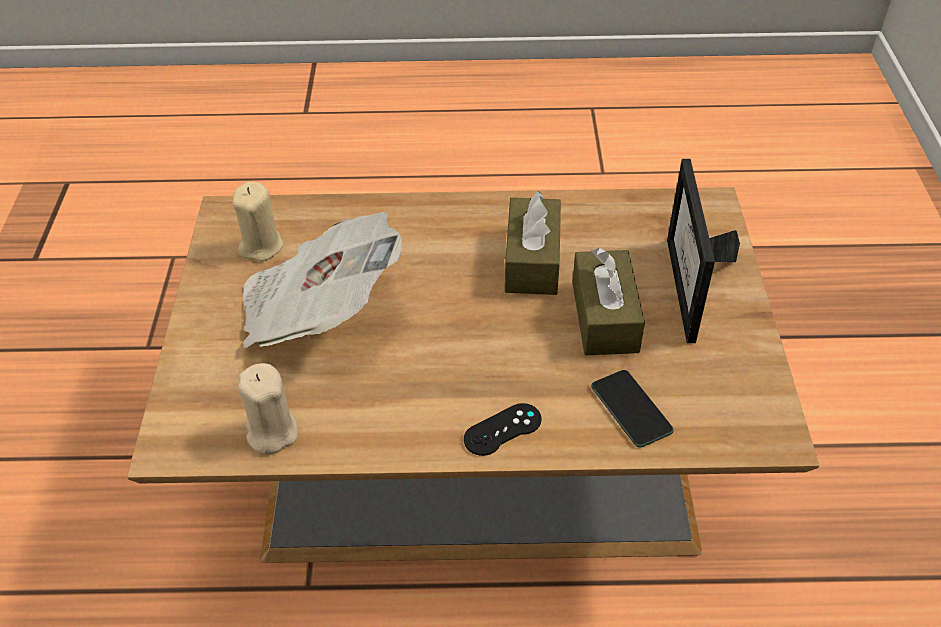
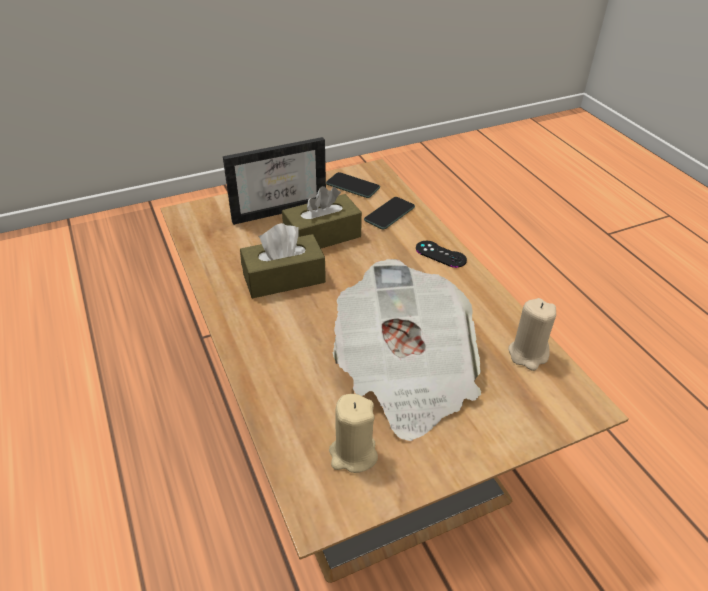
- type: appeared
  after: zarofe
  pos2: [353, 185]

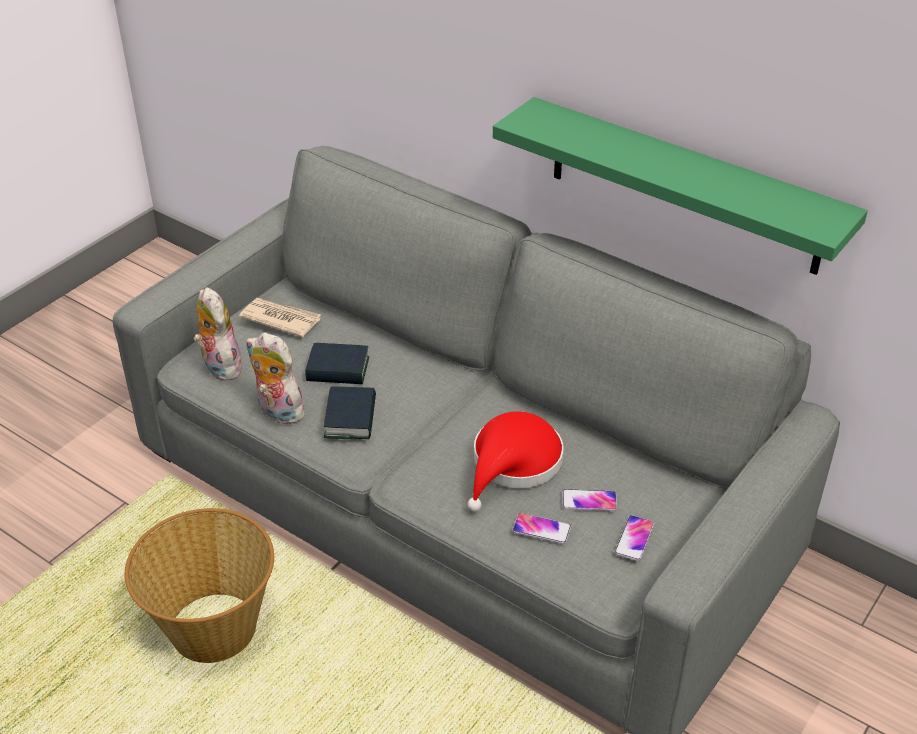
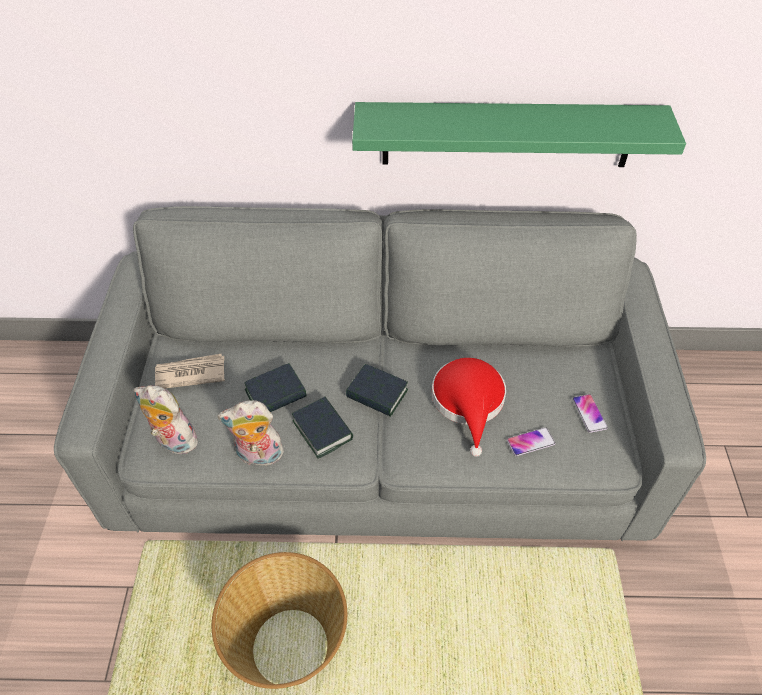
- type: missing
  before: zarofe
  pos1: [589, 500]
- type: appeared
  after: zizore
  pos2: [377, 390]

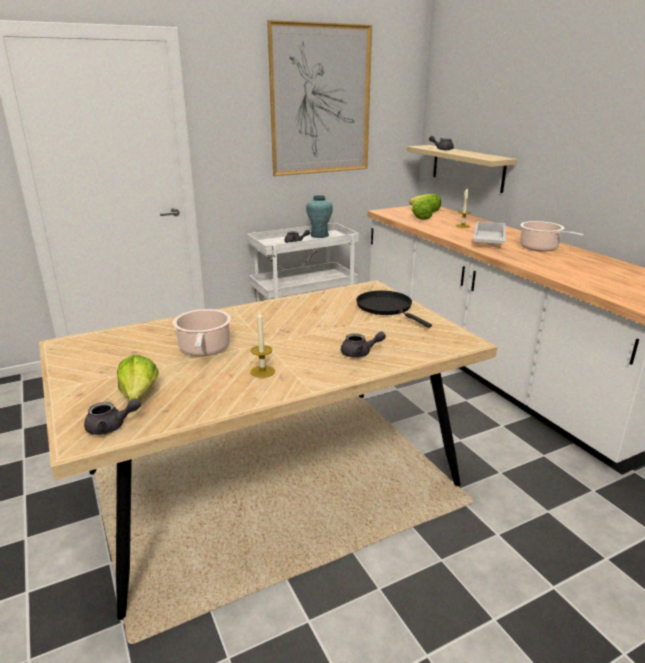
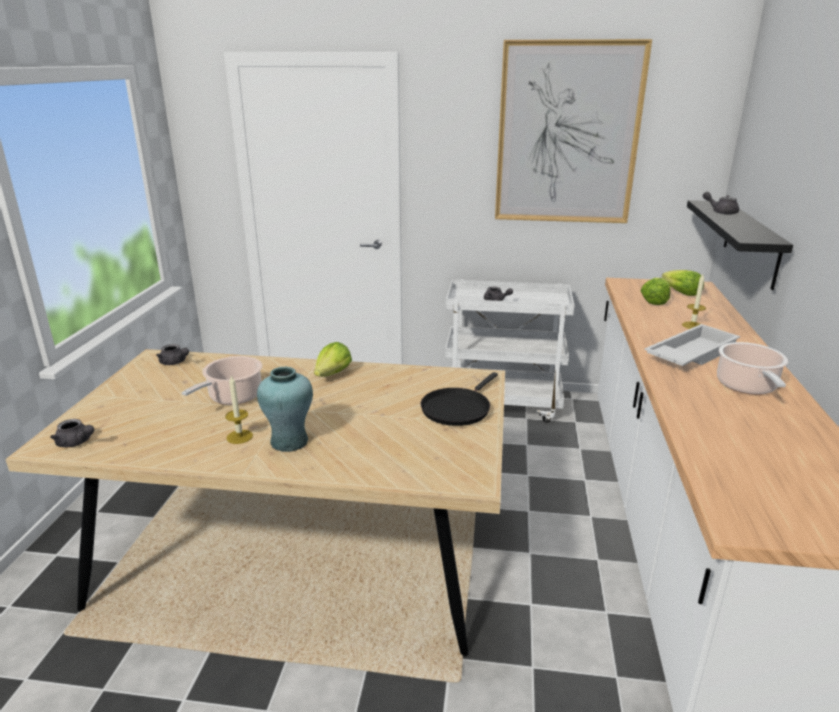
- type: relocated
  before: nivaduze
  pos1: [138, 378]
  pos2: [333, 359]
- type: relocated
  before: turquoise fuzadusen
  pos1: [319, 216]
  pos2: [285, 409]
- type: relocated
  before: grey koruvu
  pos1: [363, 345]
  pos2: [172, 354]
- type: colour
  before: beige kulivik
  after: black kulivik
  pos1: [462, 169]
  pos2: [740, 245]
- type: spun
  before: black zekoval
  pos1: [394, 309]
  pos2: [459, 399]
  turn: -150

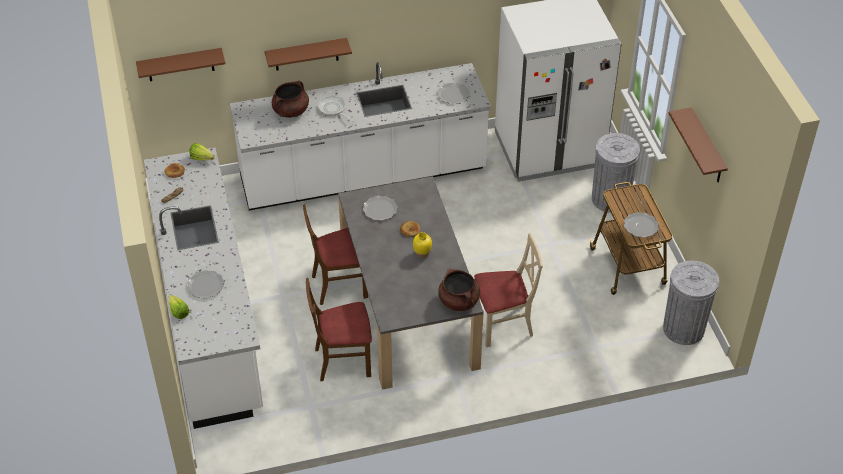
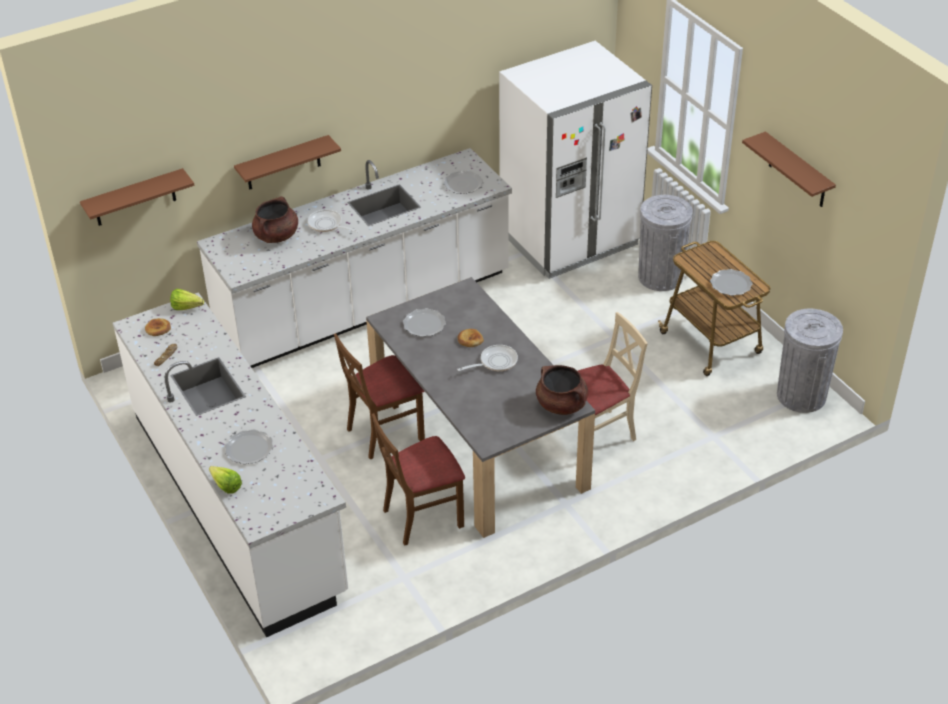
- type: exchanged
  before: yellow fuzadusen
  after: zekoval
  pos1: [422, 245]
  pos2: [487, 358]

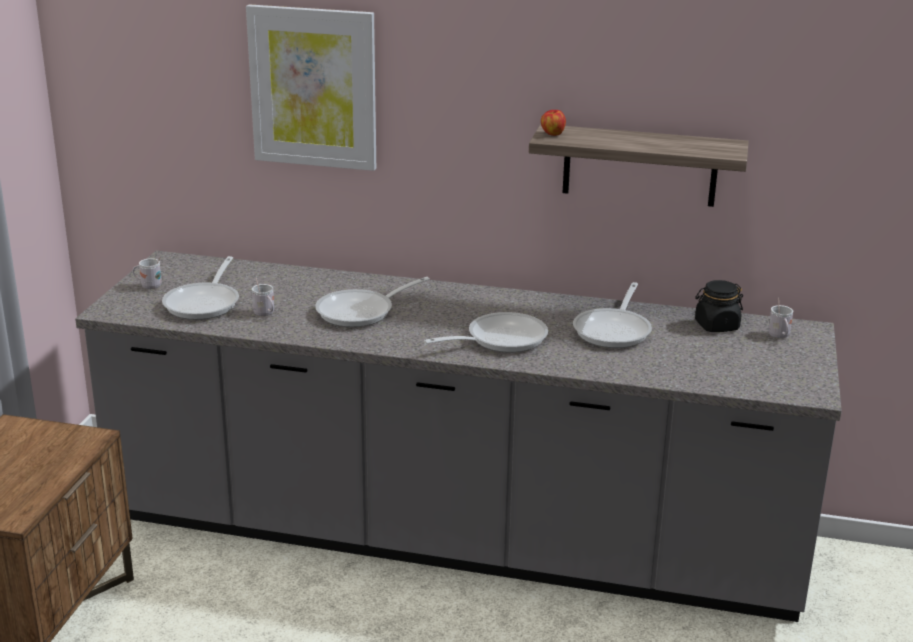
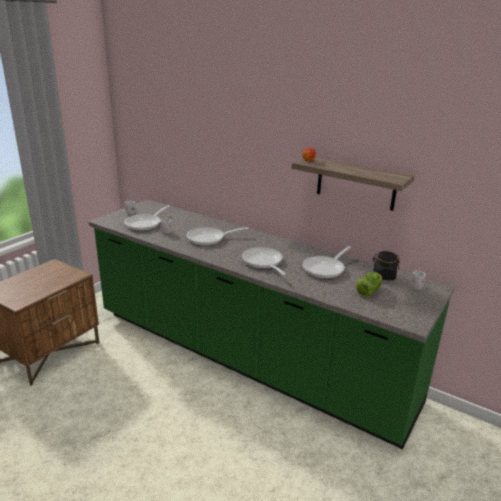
- type: missing
  before: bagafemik
  pos1: [311, 87]
- type: appeared
  after: nivaduze
  pos2: [369, 284]
- type: colour
  before: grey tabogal
  after: green tabogal
  pos1: [458, 436]
  pos2: [272, 324]
- type: spun
  before: zekoval
  pos1: [486, 332]
  pos2: [264, 261]
  turn: -105

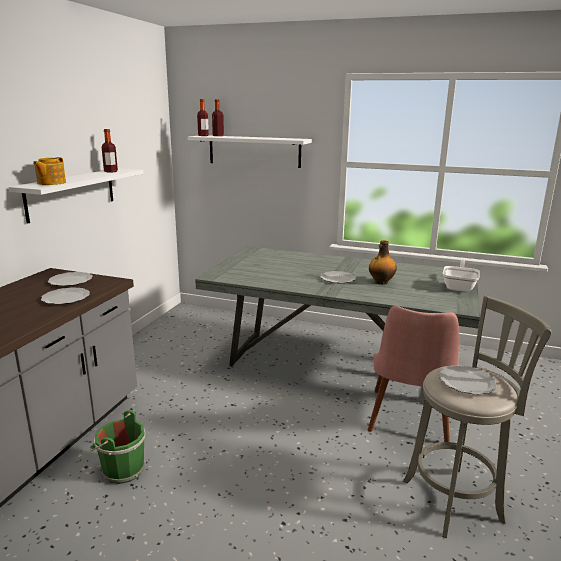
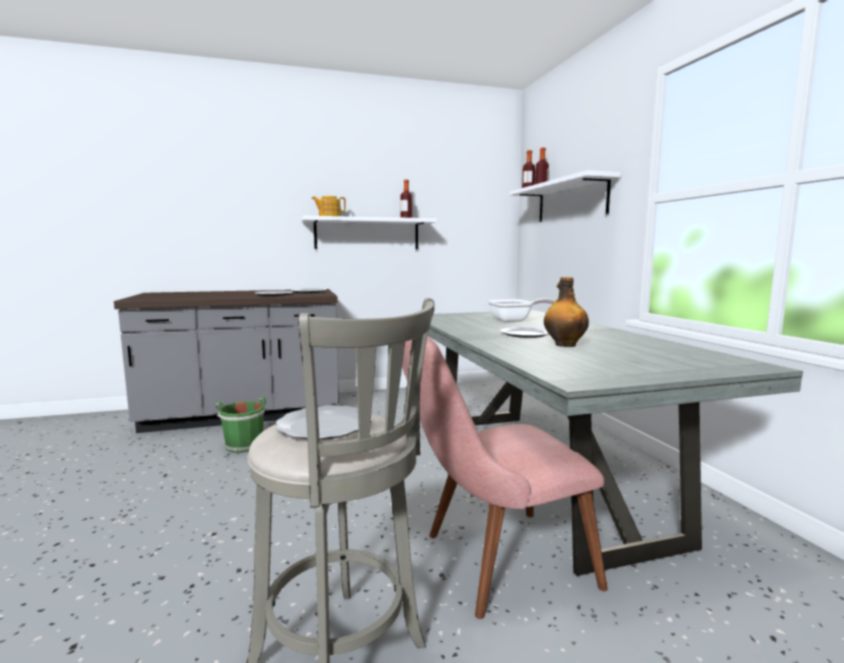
- type: relocated
  before: zekoval
  pos1: [461, 276]
  pos2: [520, 310]

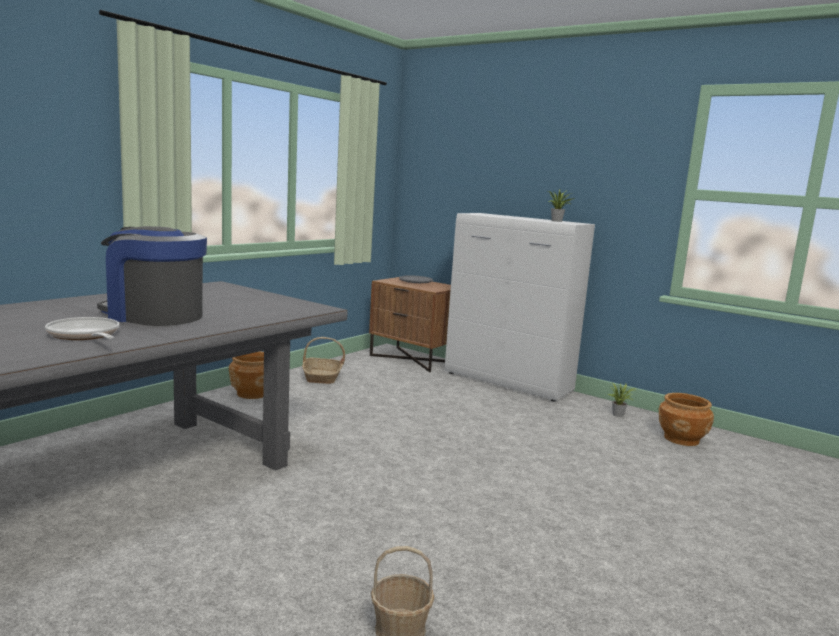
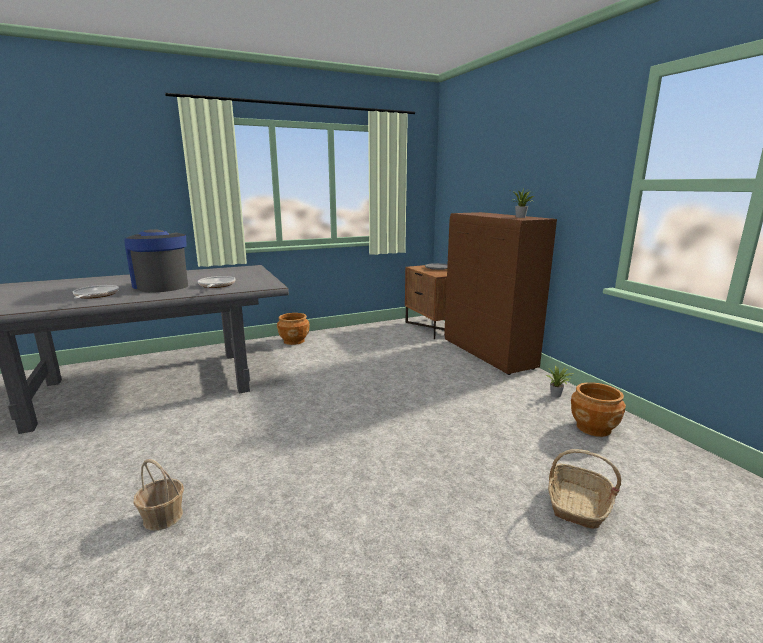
- type: appeared
  after: zekoval
  pos2: [217, 282]
- type: relocated
  before: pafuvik
  pos1: [323, 360]
  pos2: [584, 489]
- type: colour
  before: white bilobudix
  after: brown bilobudix
  pos1: [520, 307]
  pos2: [500, 293]

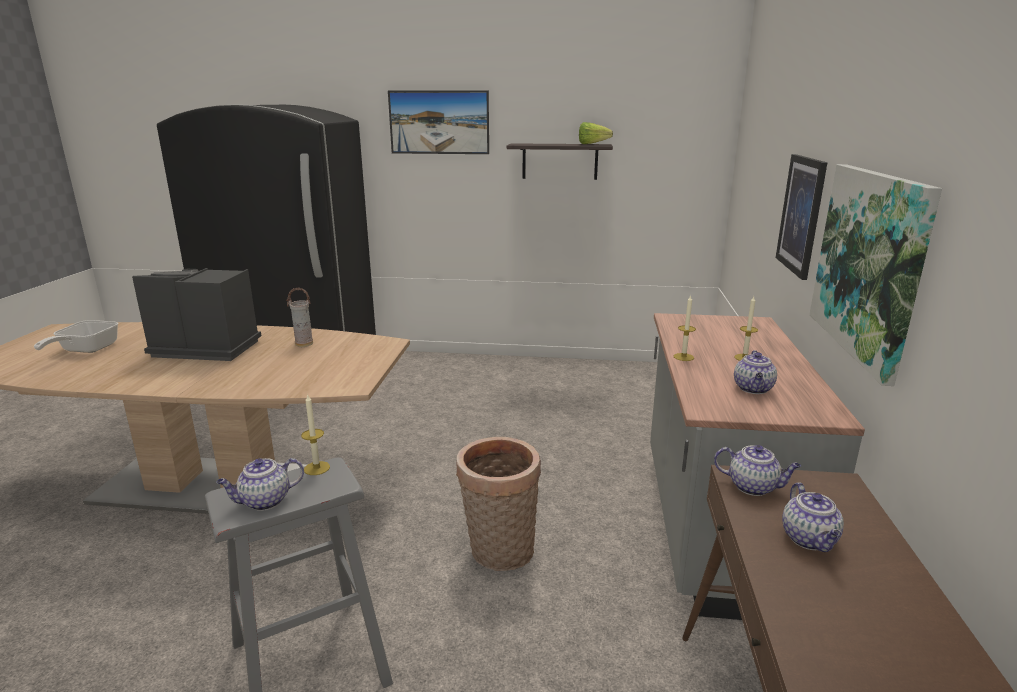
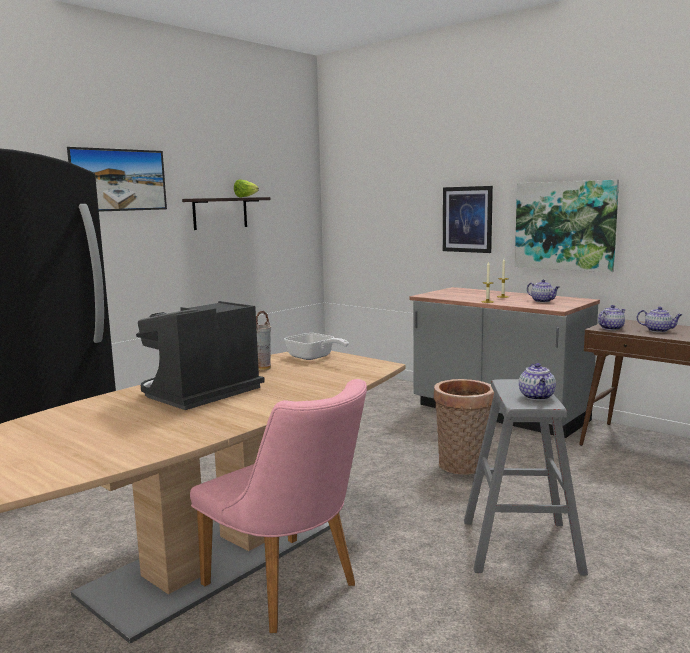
- type: missing
  before: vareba
  pos1: [315, 434]
- type: appeared
  after: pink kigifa
  pos2: [278, 506]
- type: relocated
  before: zekoval
  pos1: [76, 336]
  pos2: [316, 346]

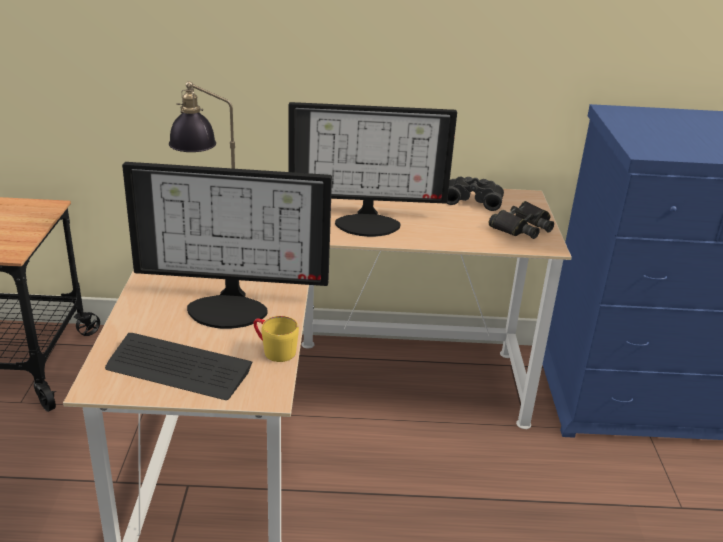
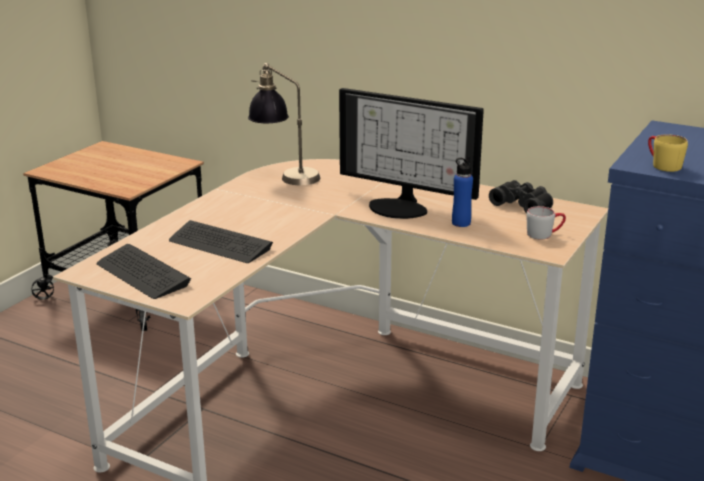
- type: appeared
  after: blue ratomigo
  pos2: [462, 191]
- type: relocated
  before: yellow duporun
  pos1: [276, 339]
  pos2: [668, 153]
- type: exchanged
  before: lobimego
  after: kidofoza
  pos1: [227, 245]
  pos2: [221, 241]
- type: exchanged
  before: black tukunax
  after: grey duporun
  pos1: [521, 220]
  pos2: [546, 222]

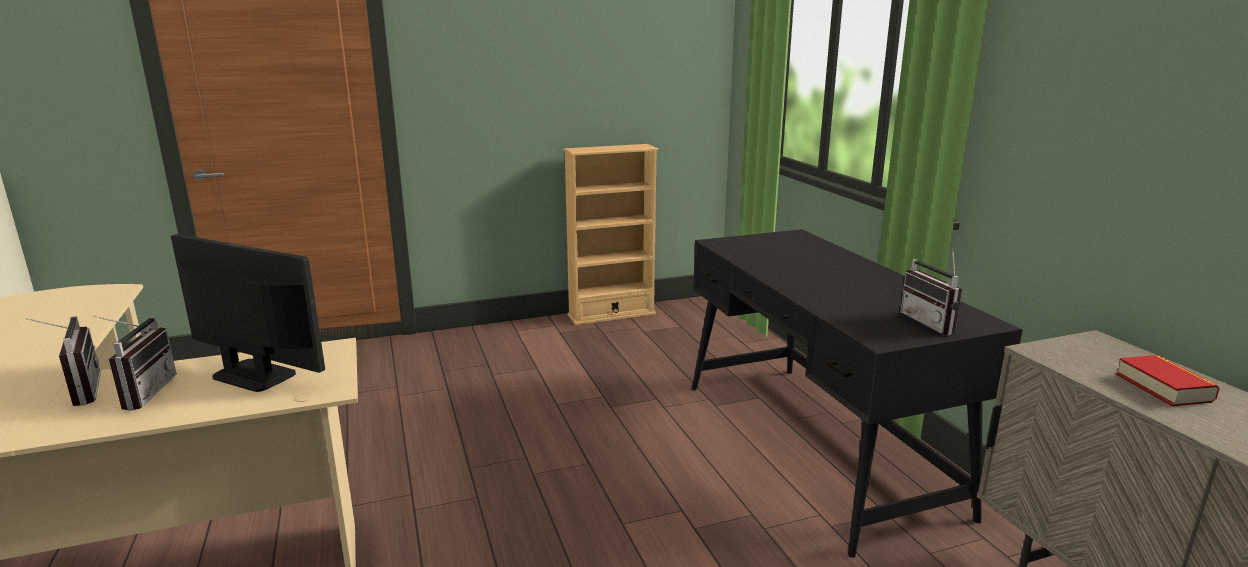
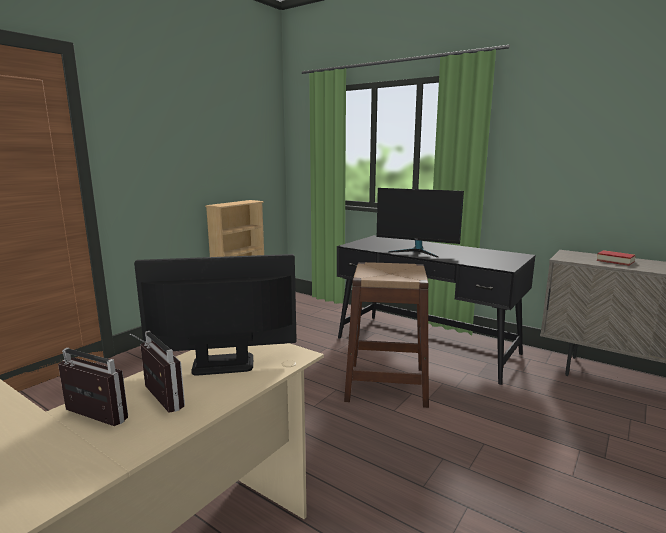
- type: missing
  before: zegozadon
  pos1: [931, 291]
- type: appeared
  after: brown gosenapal
  pos2: [386, 335]
- type: appeared
  after: lobimego
  pos2: [420, 222]

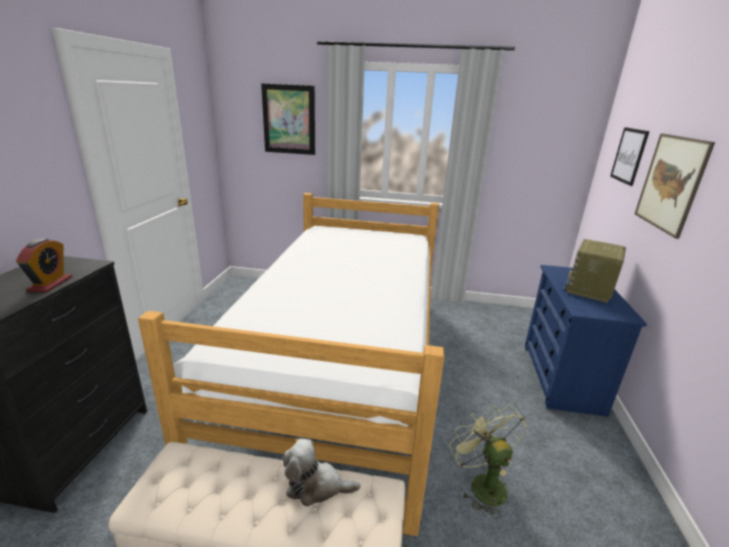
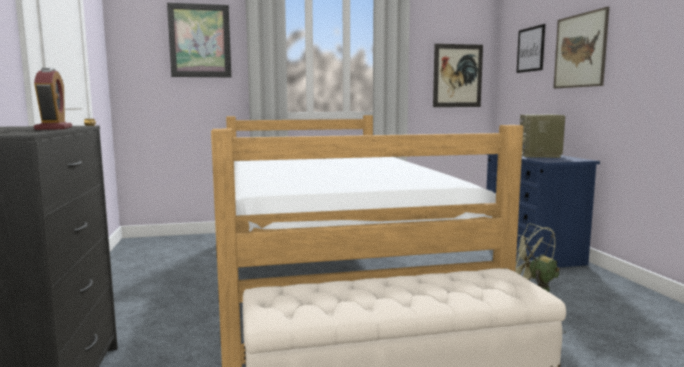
- type: missing
  before: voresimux
  pos1: [321, 472]
- type: appeared
  after: bagafemik
  pos2: [458, 75]

